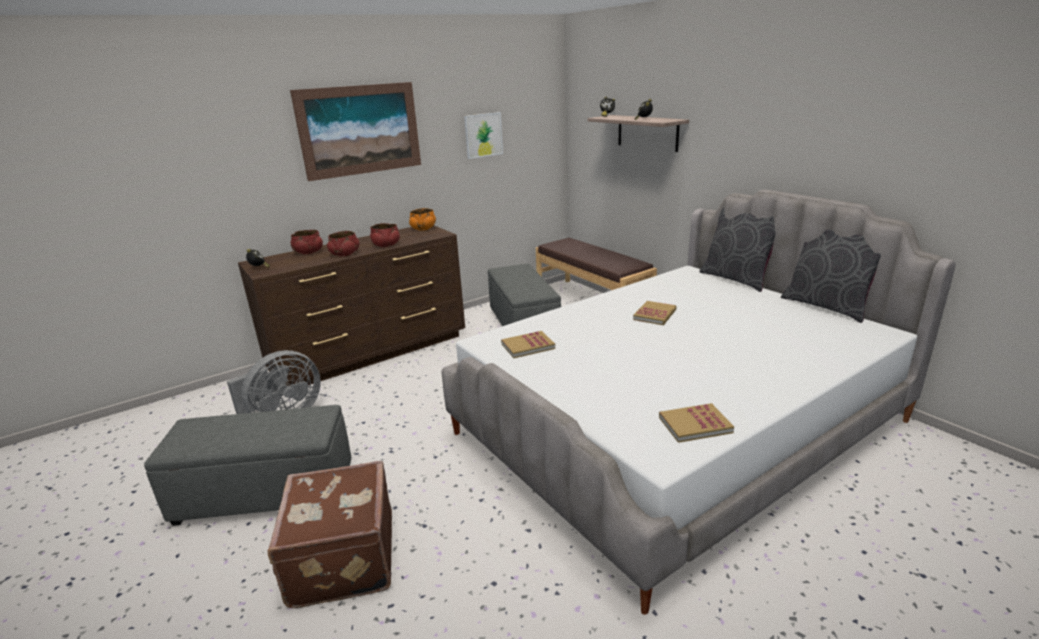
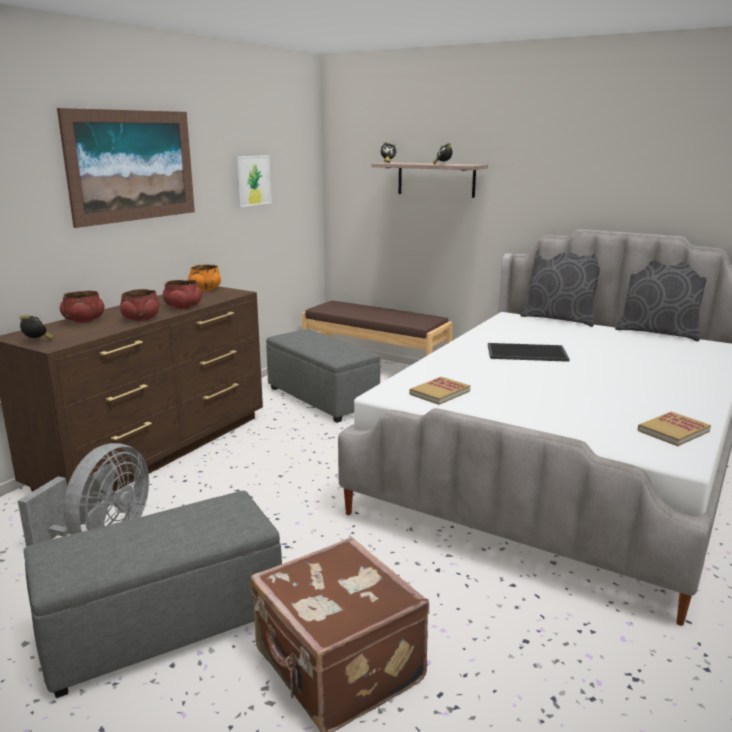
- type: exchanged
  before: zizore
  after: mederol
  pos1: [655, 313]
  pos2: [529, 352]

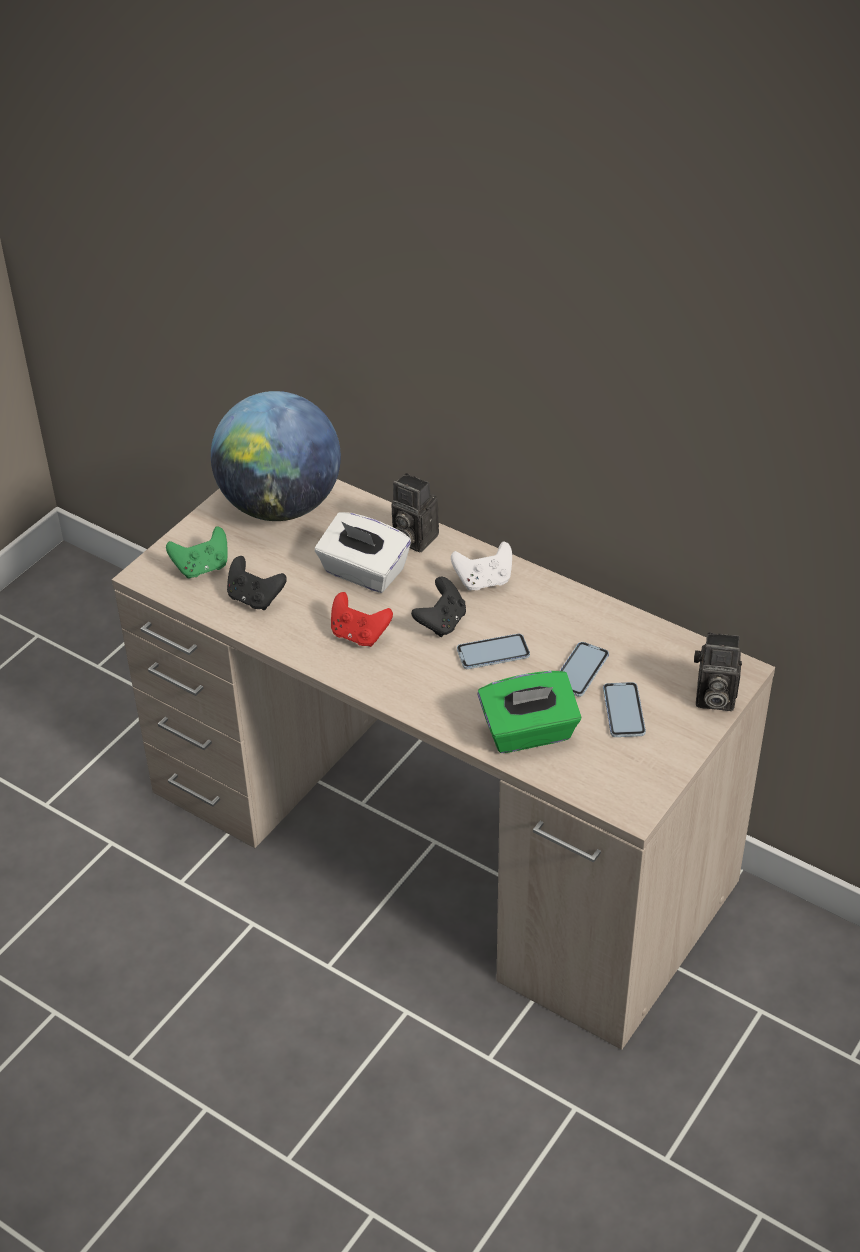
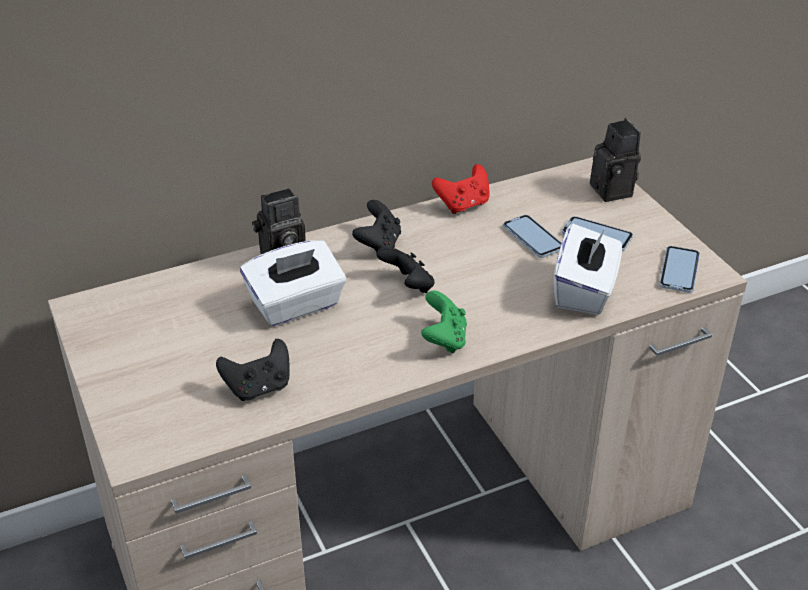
- type: missing
  before: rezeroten
  pos1: [276, 456]
- type: relocated
  before: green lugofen
  pos1: [197, 553]
  pos2: [444, 321]
- type: relocated
  before: red lugofen
  pos1: [362, 619]
  pos2: [461, 189]
- type: relocated
  before: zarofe
  pos1: [493, 651]
  pos2: [679, 269]
- type: colour
  before: white lugofen
  after: black lugofen
  pos1: [481, 566]
  pos2: [376, 226]
- type: colour
  before: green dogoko
  after: white dogoko
  pos1: [529, 712]
  pos2: [588, 269]
- type: spun
  before: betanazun
  pos1: [718, 671]
  pos2: [615, 160]
  turn: -60

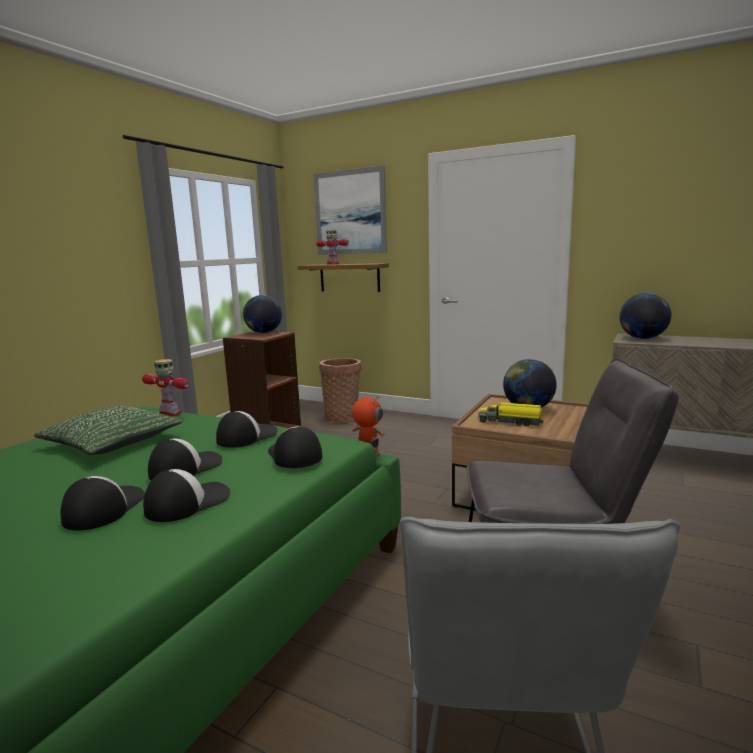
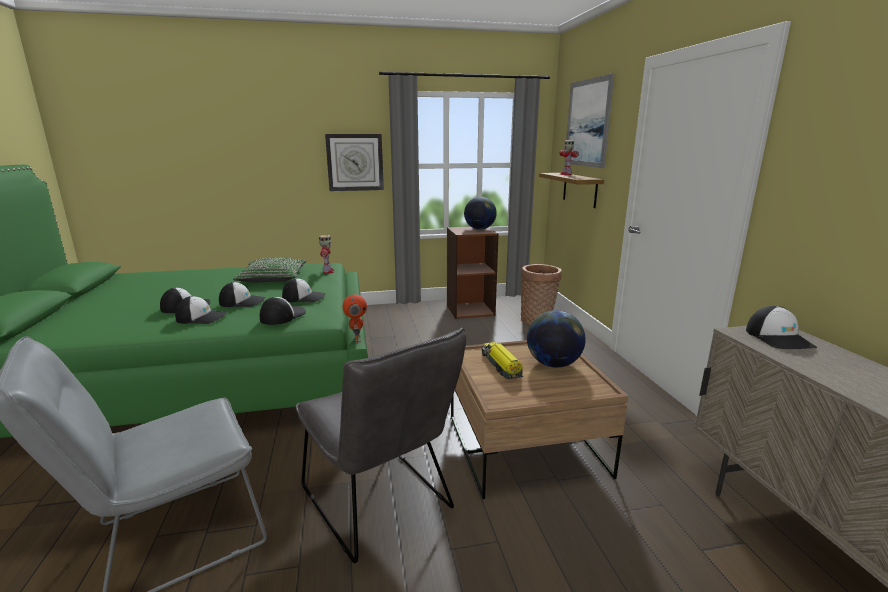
- type: appeared
  after: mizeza
  pos2: [354, 162]
- type: exchanged
  before: rezeroten
  after: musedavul
  pos1: [645, 316]
  pos2: [781, 327]

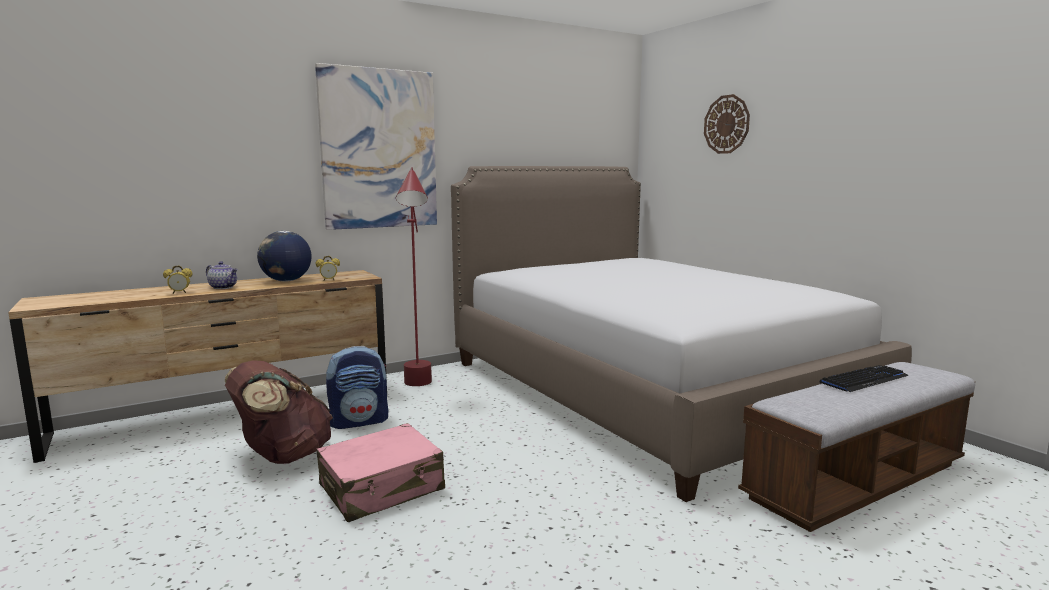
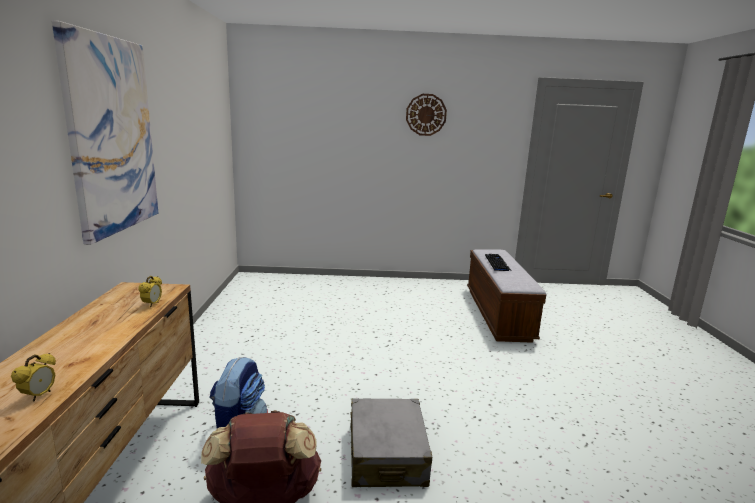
- type: missing
  before: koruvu
  pos1: [222, 275]
- type: missing
  before: rezeroten
  pos1: [284, 256]
- type: missing
  before: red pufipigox
  pos1: [414, 276]
- type: missing
  before: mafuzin
  pos1: [681, 334]
- type: relocated
  before: mizeza
  pos1: [727, 124]
  pos2: [426, 115]
- type: colour
  before: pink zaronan
  after: grey zaronan
  pos1: [381, 472]
  pos2: [391, 442]

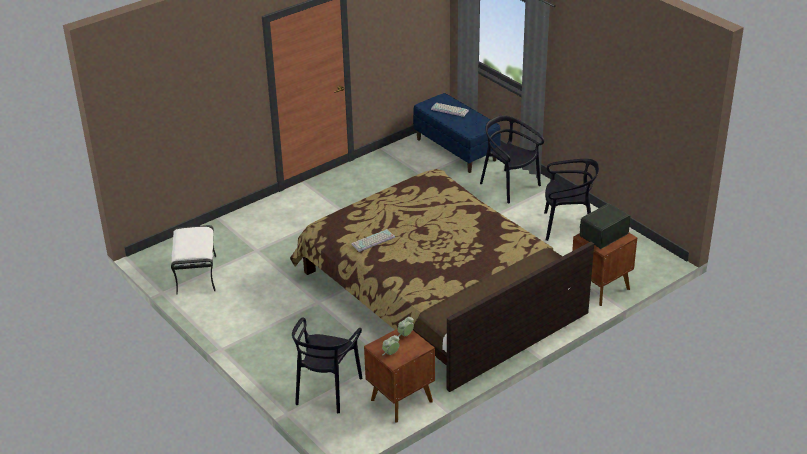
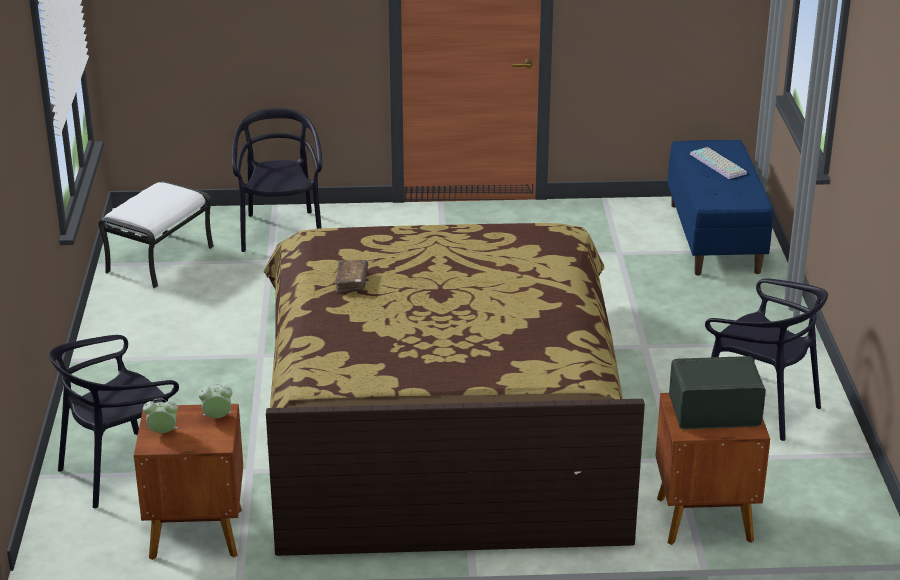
- type: relocated
  before: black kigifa
  pos1: [512, 159]
  pos2: [277, 180]
- type: exchanged
  before: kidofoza
  after: brown zizore
  pos1: [373, 240]
  pos2: [351, 276]

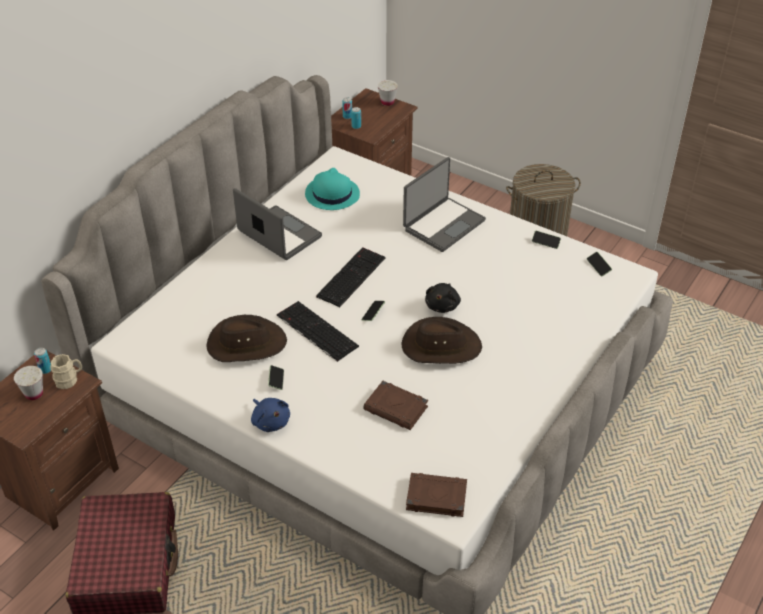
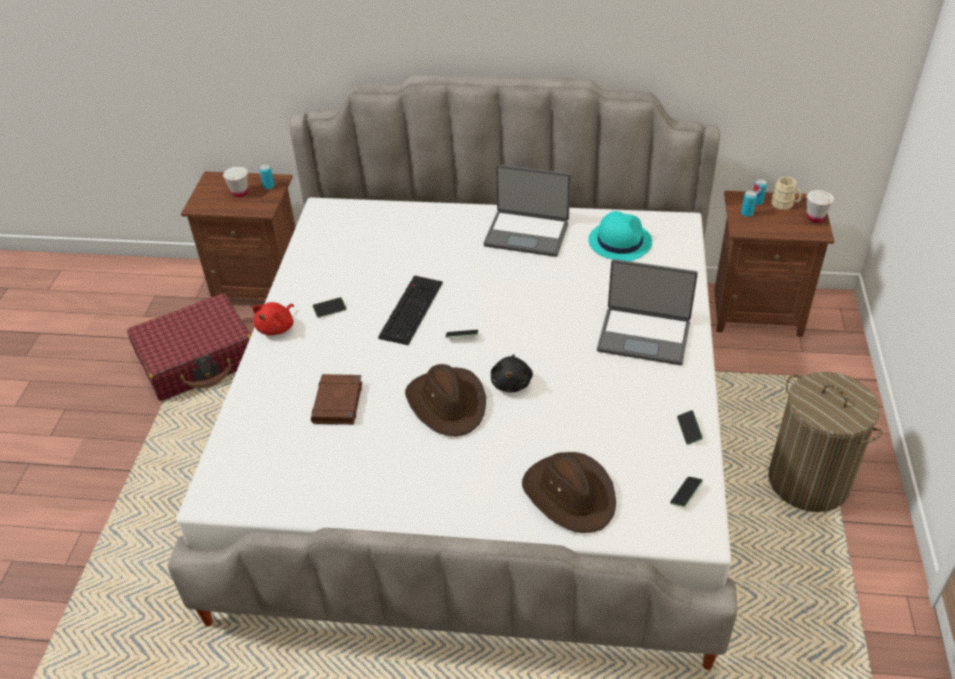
- type: missing
  before: kidofoza
  pos1: [351, 277]
- type: missing
  before: brown zizore
  pos1: [436, 495]
- type: relocated
  before: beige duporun
  pos1: [66, 371]
  pos2: [786, 193]
- type: relocated
  before: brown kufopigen
  pos1: [246, 338]
  pos2: [569, 492]
- type: colour
  before: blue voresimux
  after: red voresimux
  pos1: [270, 415]
  pos2: [273, 318]
- type: spun
  before: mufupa
  pos1: [277, 224]
  pos2: [527, 211]
  turn: 90
- type: spun
  before: black voresimux
  pos1: [443, 298]
  pos2: [512, 373]
  turn: -75

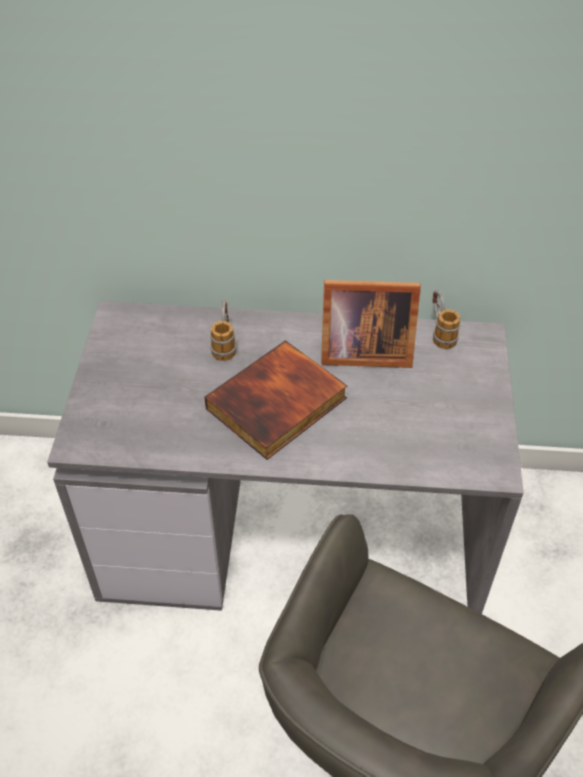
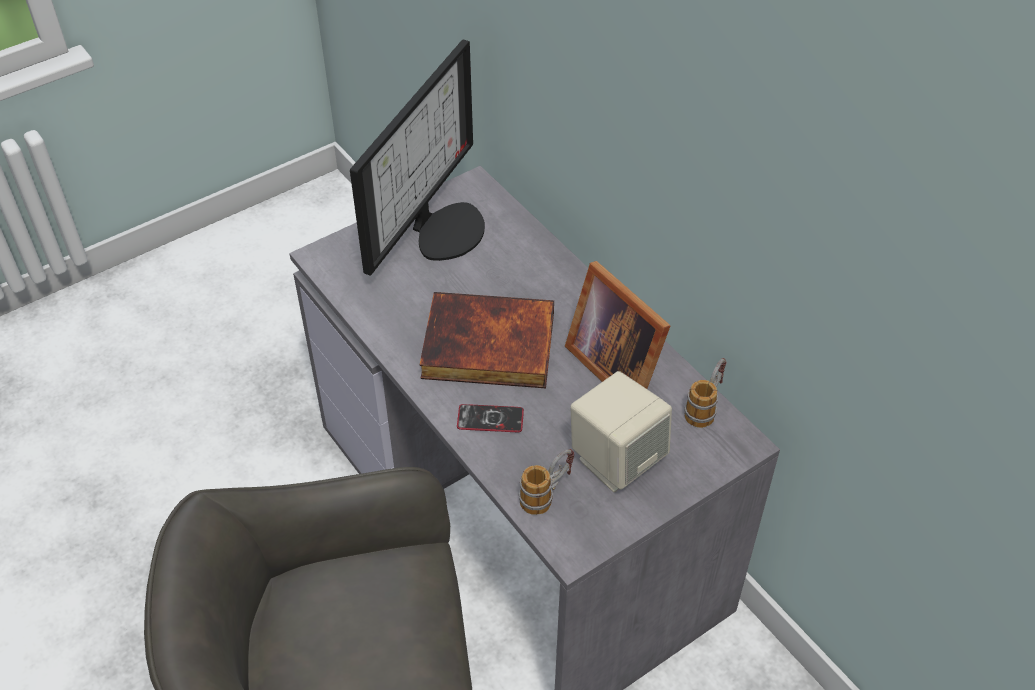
- type: appeared
  after: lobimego
  pos2: [417, 157]
- type: appeared
  after: zarofe
  pos2: [490, 418]
- type: appeared
  after: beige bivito
  pos2: [621, 431]
- type: relocated
  before: duporun
  pos1: [223, 330]
  pos2: [546, 482]

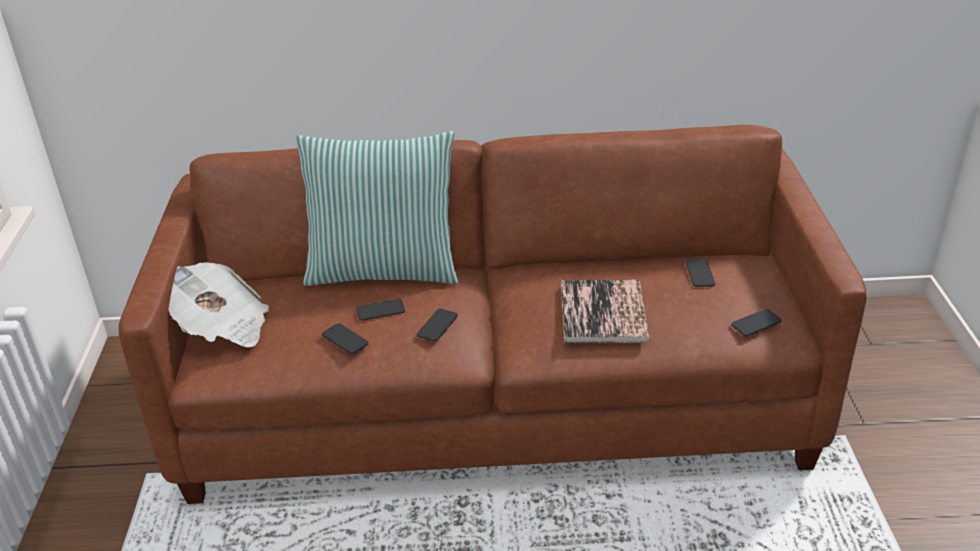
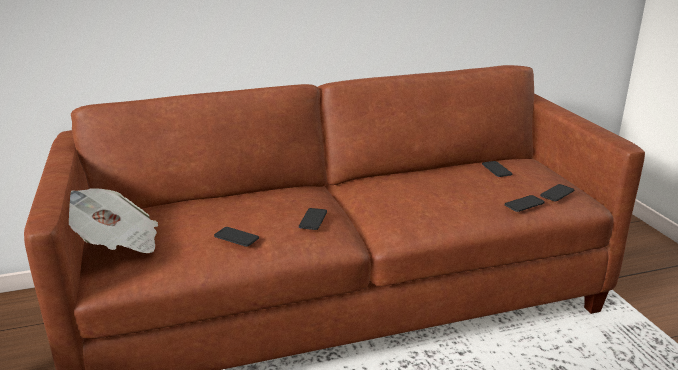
- type: missing
  before: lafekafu
  pos1: [376, 208]
- type: missing
  before: zizore
  pos1: [605, 311]
- type: relocated
  before: zarofe
  pos1: [380, 310]
  pos2: [525, 203]

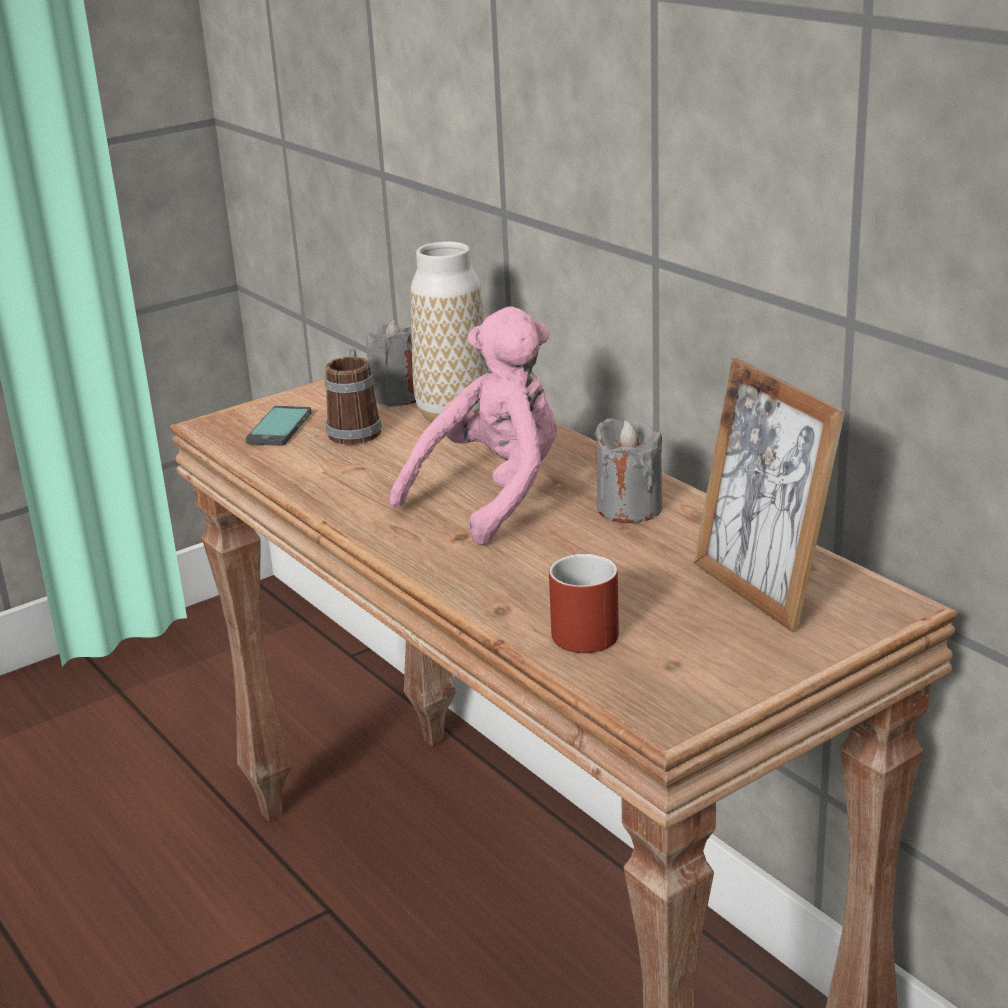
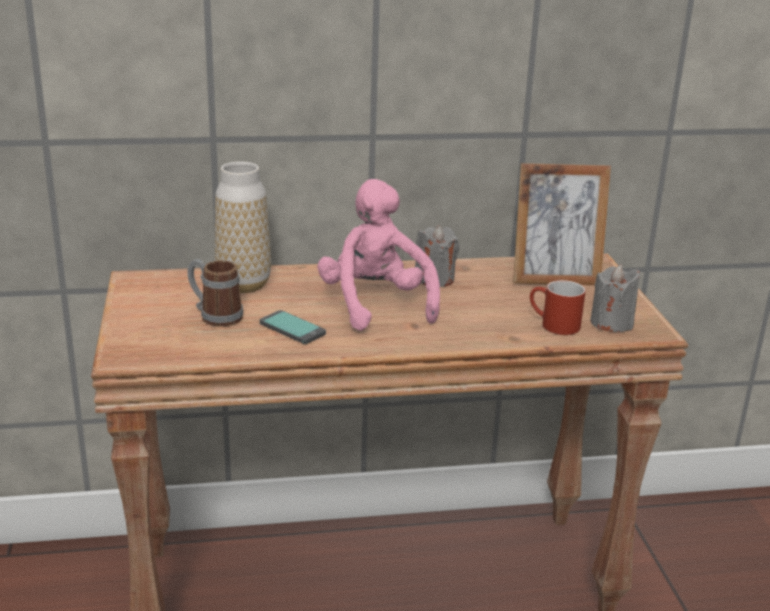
- type: relocated
  before: zarofe
  pos1: [278, 426]
  pos2: [293, 327]
- type: relocated
  before: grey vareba
  pos1: [391, 363]
  pos2: [615, 298]

